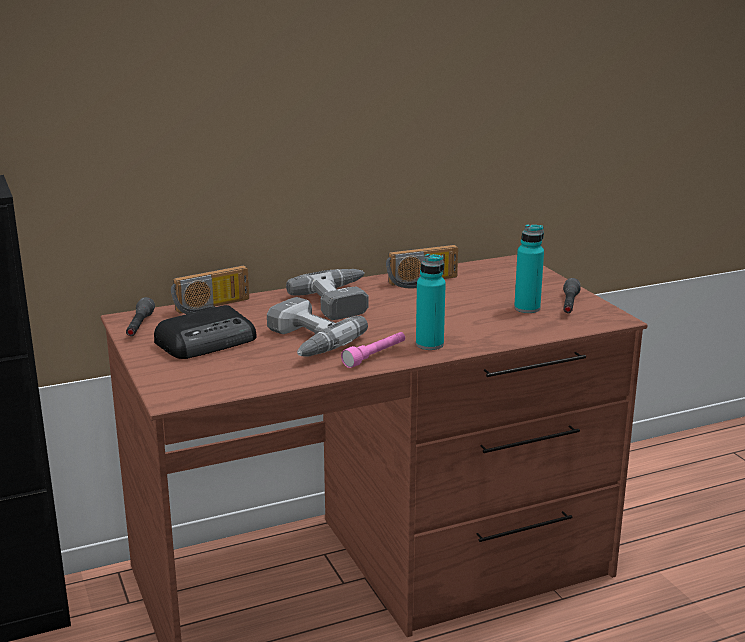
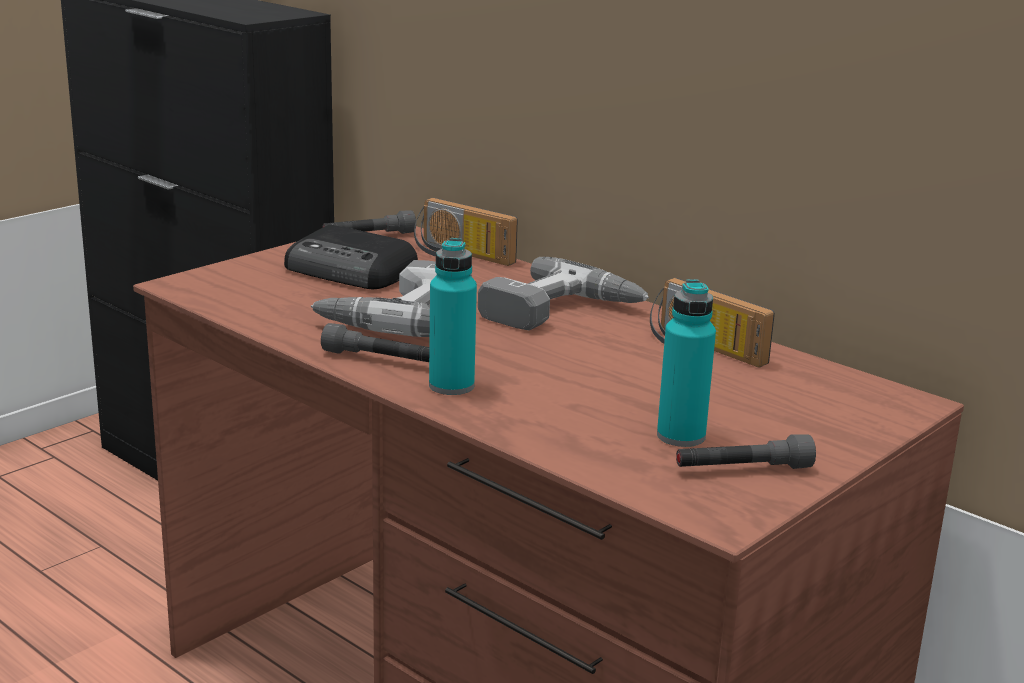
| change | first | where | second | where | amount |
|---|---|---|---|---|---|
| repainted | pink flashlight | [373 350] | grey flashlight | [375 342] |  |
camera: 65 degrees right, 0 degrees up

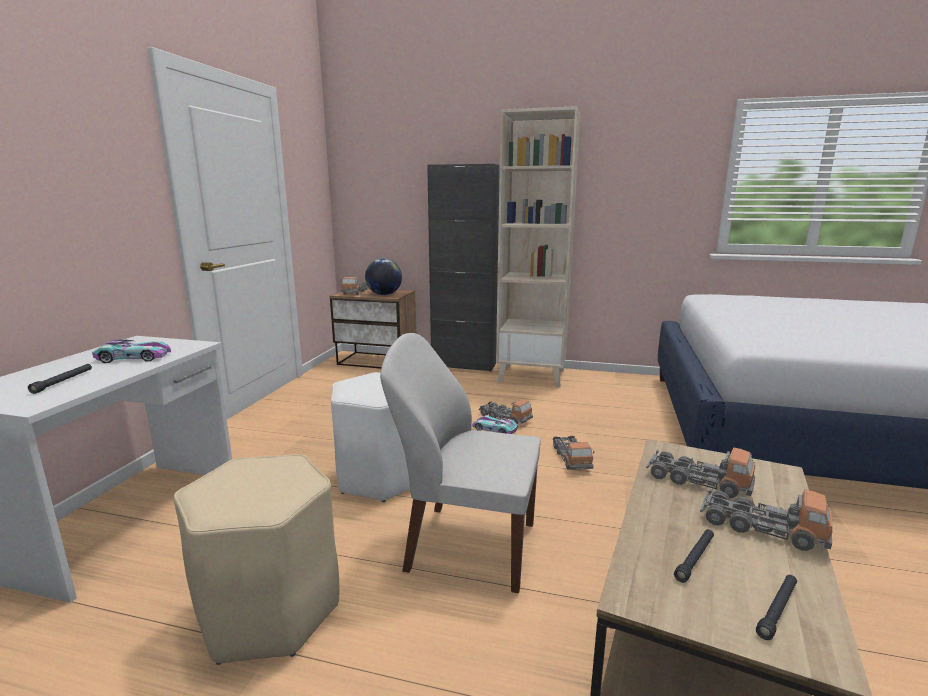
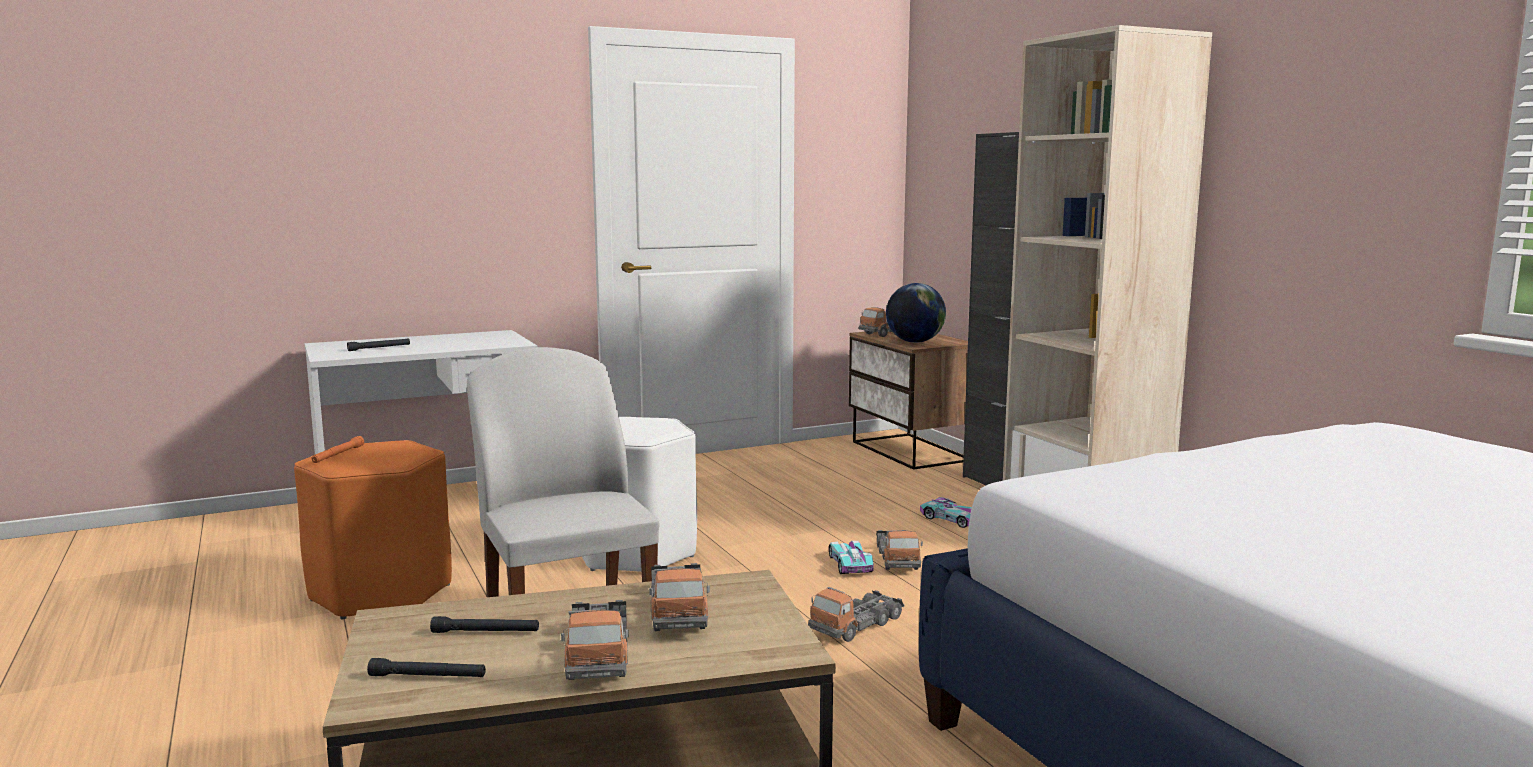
| change | first | where | second | where | amount |
|---|---|---|---|---|---|
| repainted | beige stool | [256 559] | orange stool | [373 529] |  |
| new |  |  | orange flashlight | [338 449] |  |
| shifted | toy car | [131 351] |  | [946 512] |  |
camera: 50 degrees right, 5 degrees down

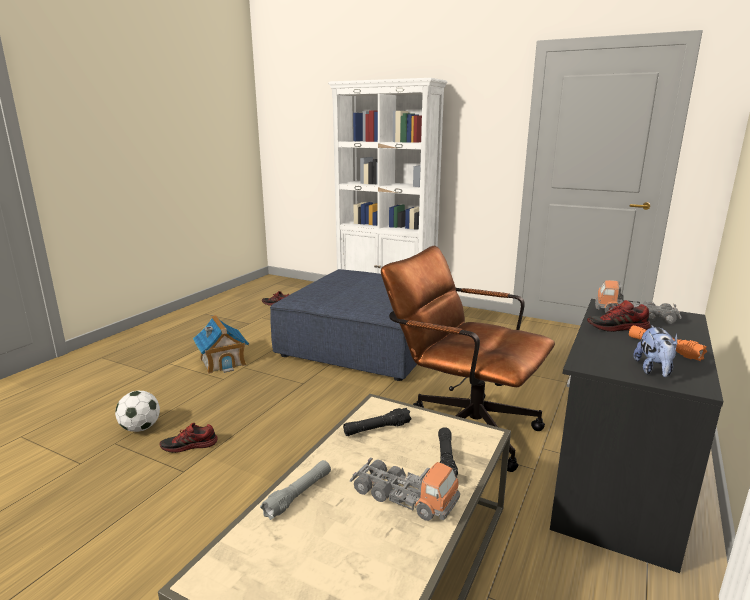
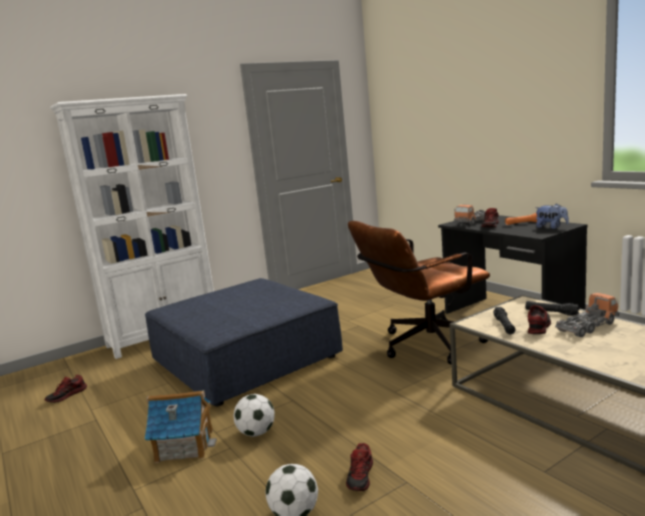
| change | first | where | second | where | amount |
|---|---|---|---|---|---|
| new |  |  | football | [254 415] |  |
| new |  |  | shoe | [539 319] |  |
| gone | grey flashlight | [295 490] |  |  |  |
camera: 60 degrees left, 5 degrees down

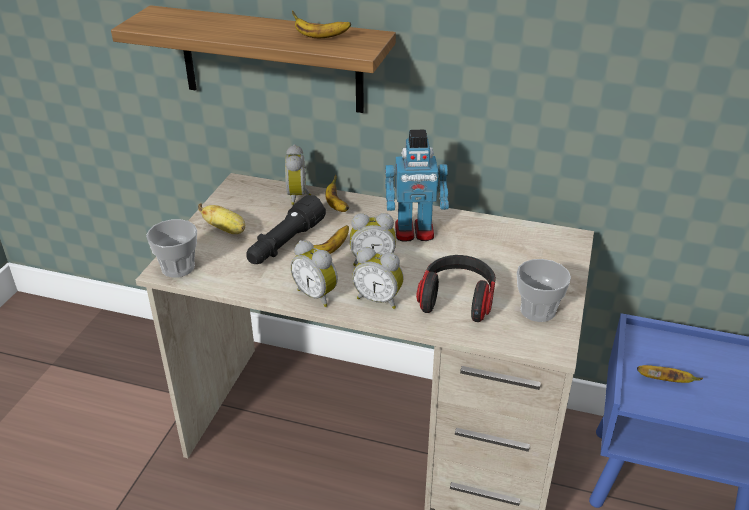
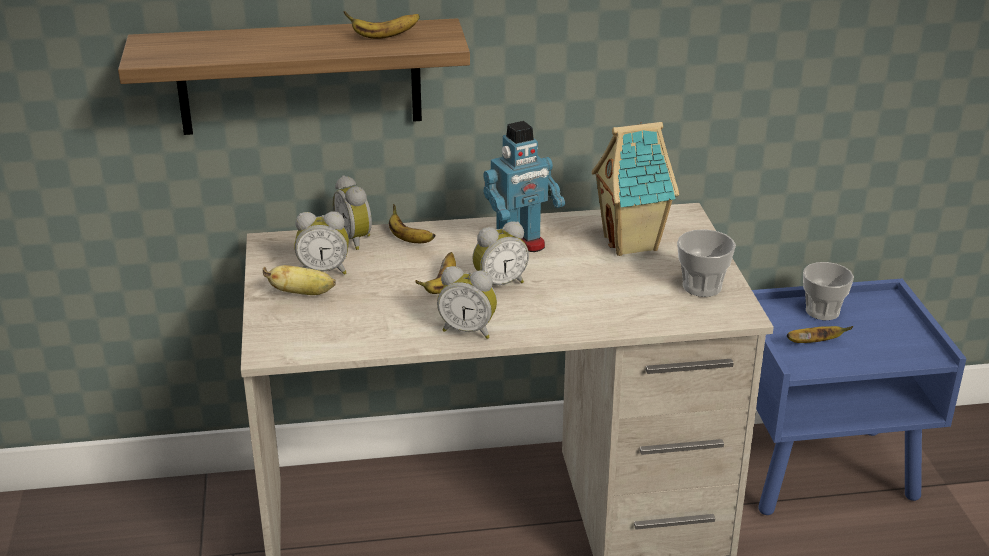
| change | first | where | second | where | amount |
|---|---|---|---|---|---|
| shifted | alarm clock | [378 278] |  | [321 243] |  |
| new |  |  | toy house | [635 189] |  |
| shifted | cup | [171 248] |  | [828 291] |  |
| gone | black flashlight | [286 229] |  |  |  |
| gone | headphones | [456 288] |  |  |  |
camera: 25 degrees left, 5 degrees down

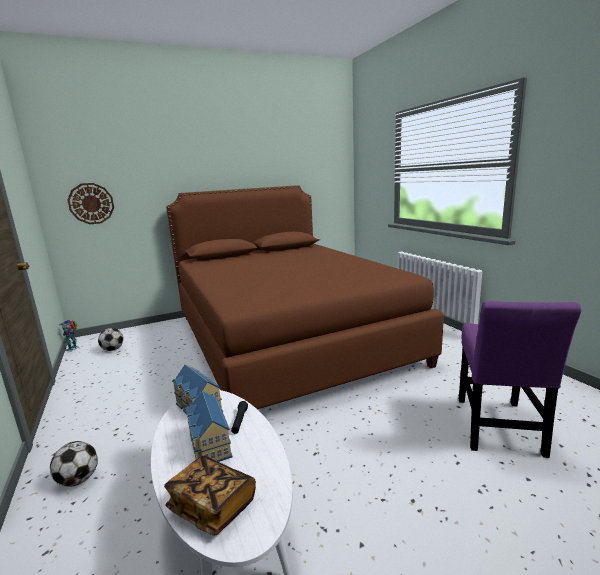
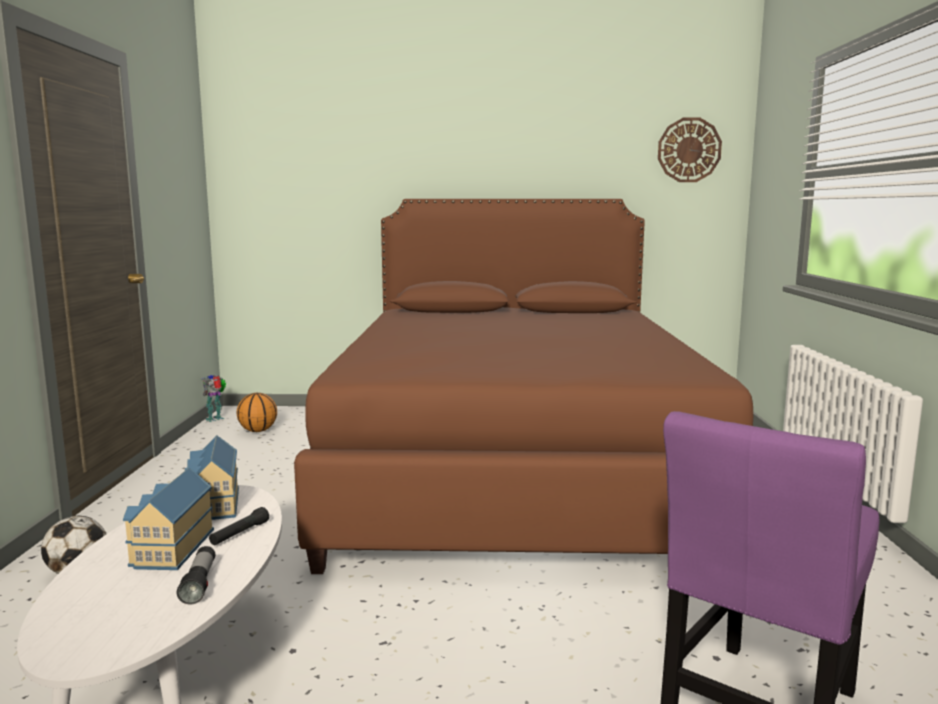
| change | first | where | second | where | amount |
|---|---|---|---|---|---|
| new |  |  | flashlight | [196 575] |  |
| swapped | football | [110 339] | basketball | [257 412] |  |
| shifted | wall clock | [90 203] |  | [690 149] |  |
| gone | book | [210 496] |  |  |  |
camera: 25 degrees right, 5 degrees down

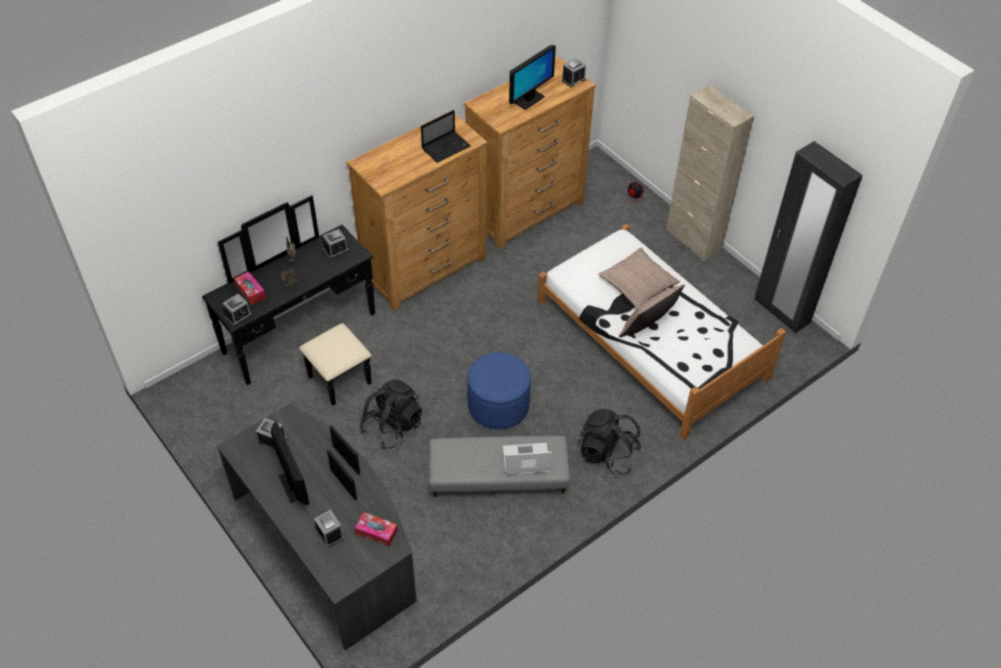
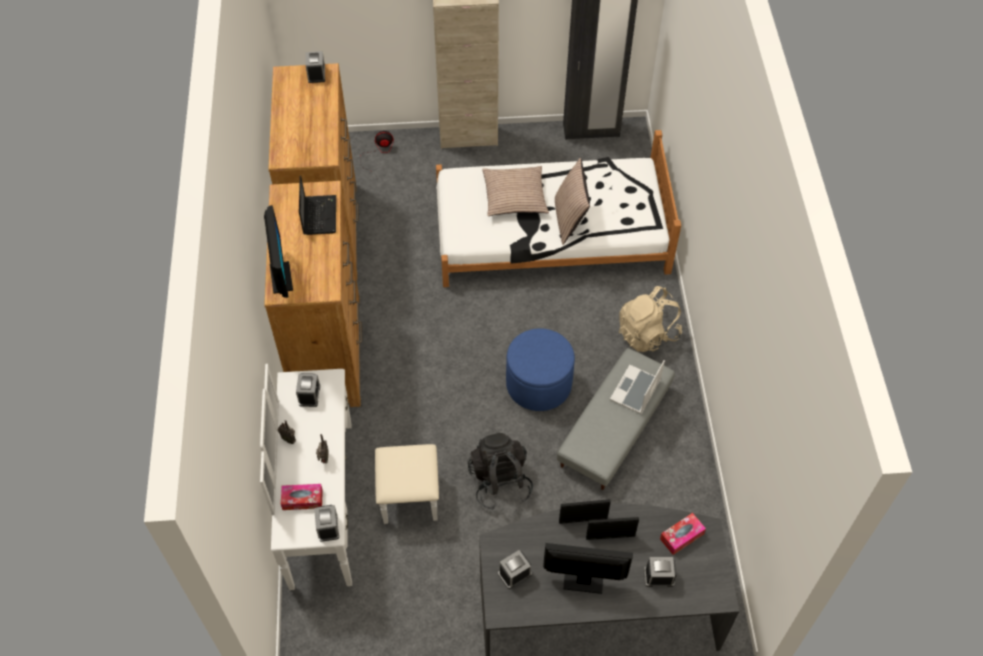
| change | first | where | second | where | amount |
|---|---|---|---|---|---|
| repainted | black dresser | [288 300] | white dresser | [349 477] |  |
| shifted | monitor | [532 77] |  | [278 251] |  |
| repainted | black backpack | [610 442] | beige backpack | [650 319] |  |
camera: 55 degrees left, 5 degrees up

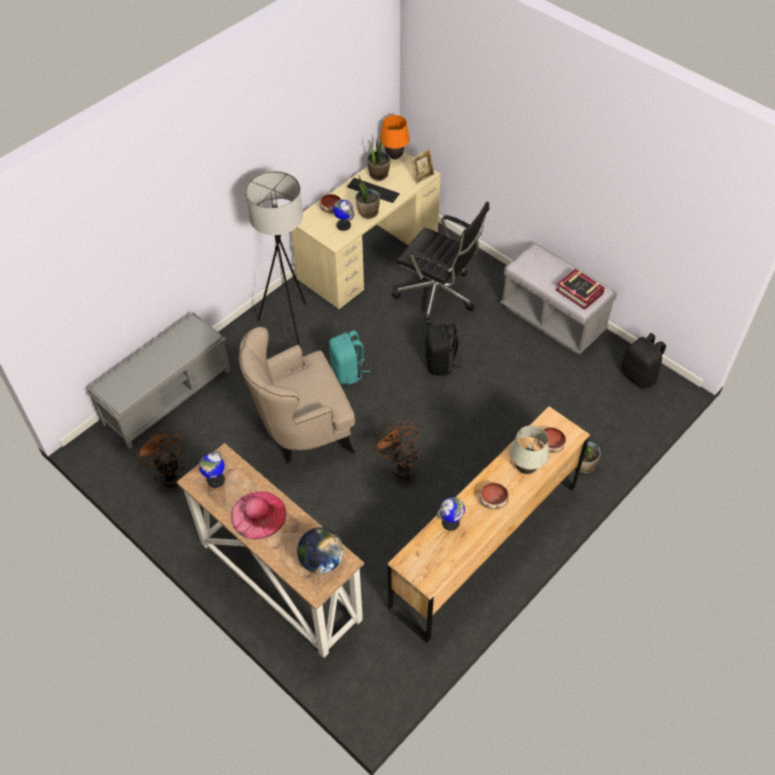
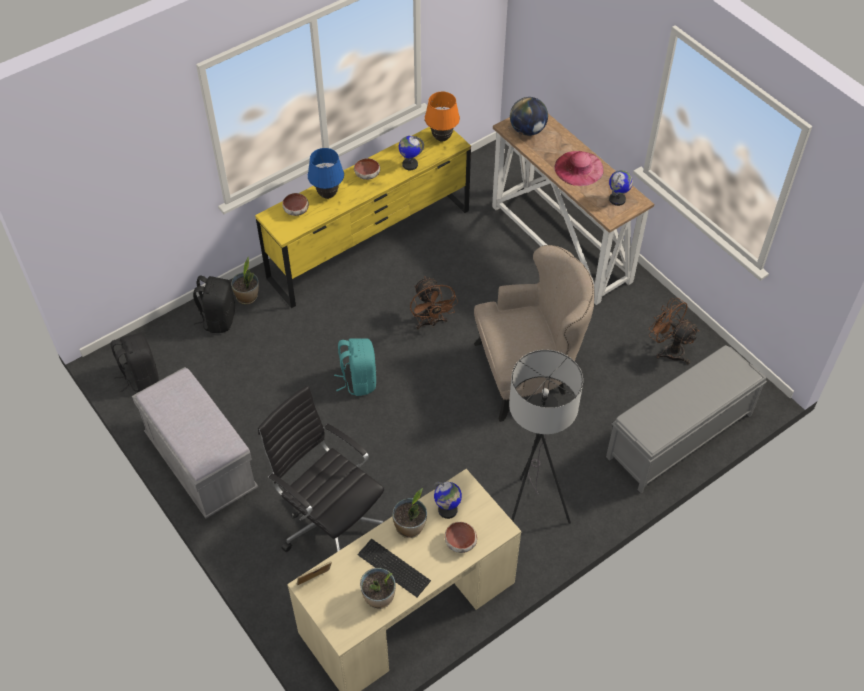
| change | first | where | second | where | amount |
|---|---|---|---|---|---|
| shifted | black backpack | [443 350] |  | [214 304] |  |
| repainted | brown dresser | [489 524] | yellow dresser | [363 217] |  |
| repainted | white table lamp | [529 449] | blue table lamp | [326 173] |  |
| shifted | turquoise backpack | [349 357] |  | [355 367] |  |
| shifted | orange table lamp | [395 137] |  | [442 117] |  |
| rotated | brown fan | [160 461] |  | [674 331] | 150 degrees clockwise |
| gone | book | [580 289] |  |  |  |
camera: 170 degrees left, 0 degrees up

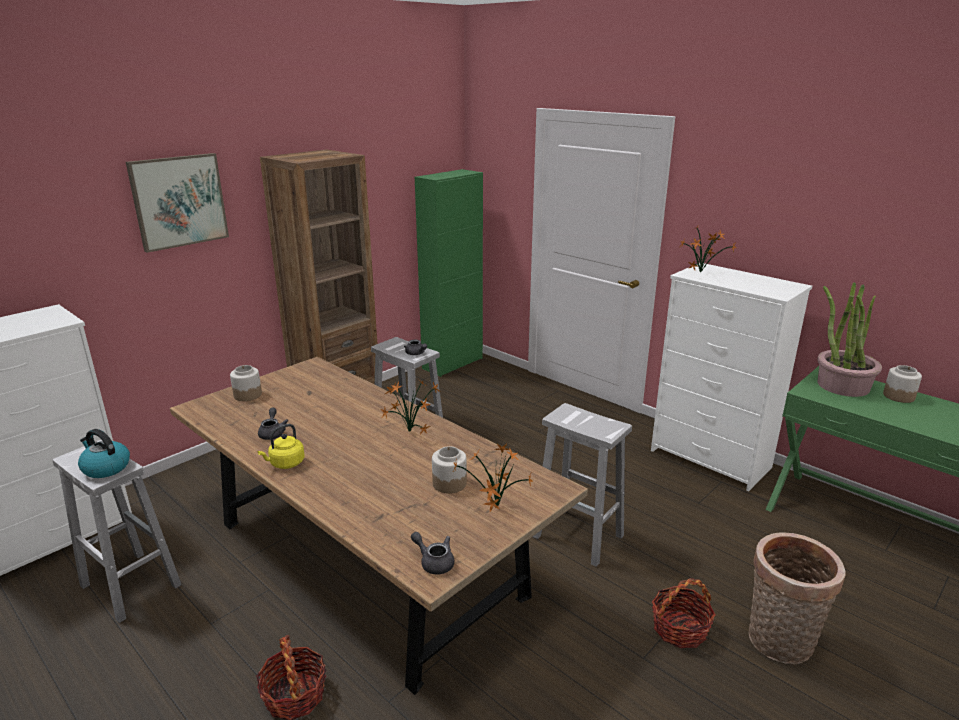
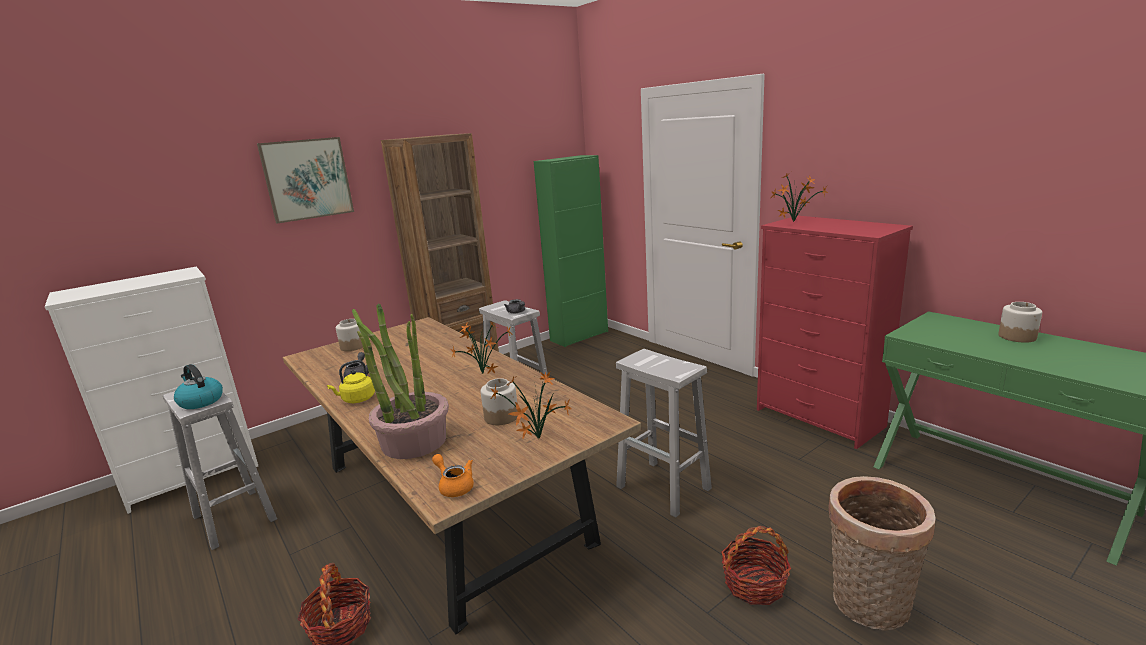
| change | first | where | second | where | amount |
|---|---|---|---|---|---|
| shifted | potted plant | [849 339] |  | [400 381] |  |
| repainted | grey teapot | [432 553] | orange teapot | [453 475] |  |
| repainted | white dresser | [731 377] | red dresser | [835 332] |  |
camera: 10 degrees right, 5 degrees down

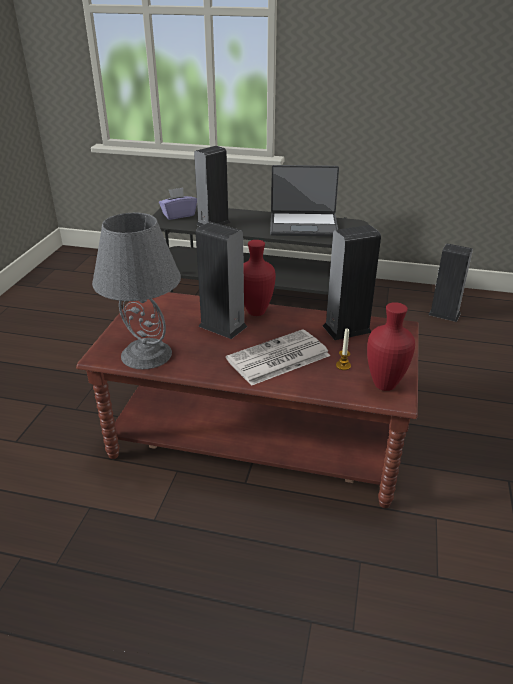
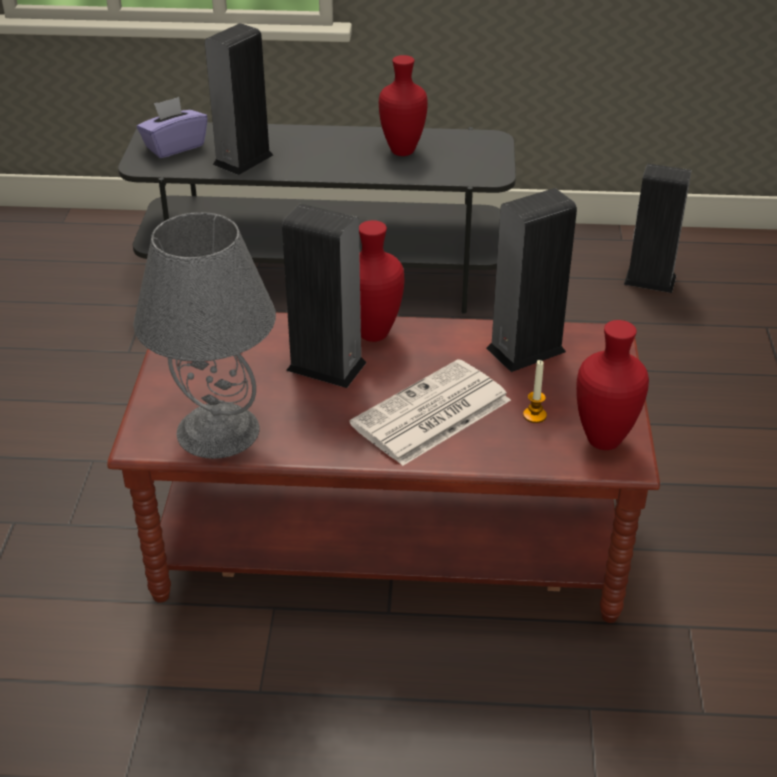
| change | first | where | second | where | amount |
|---|---|---|---|---|---|
| swapped | laptop | [304 201] | red vase | [403 105] |  |
camera: 10 degrees left, 5 degrees up

